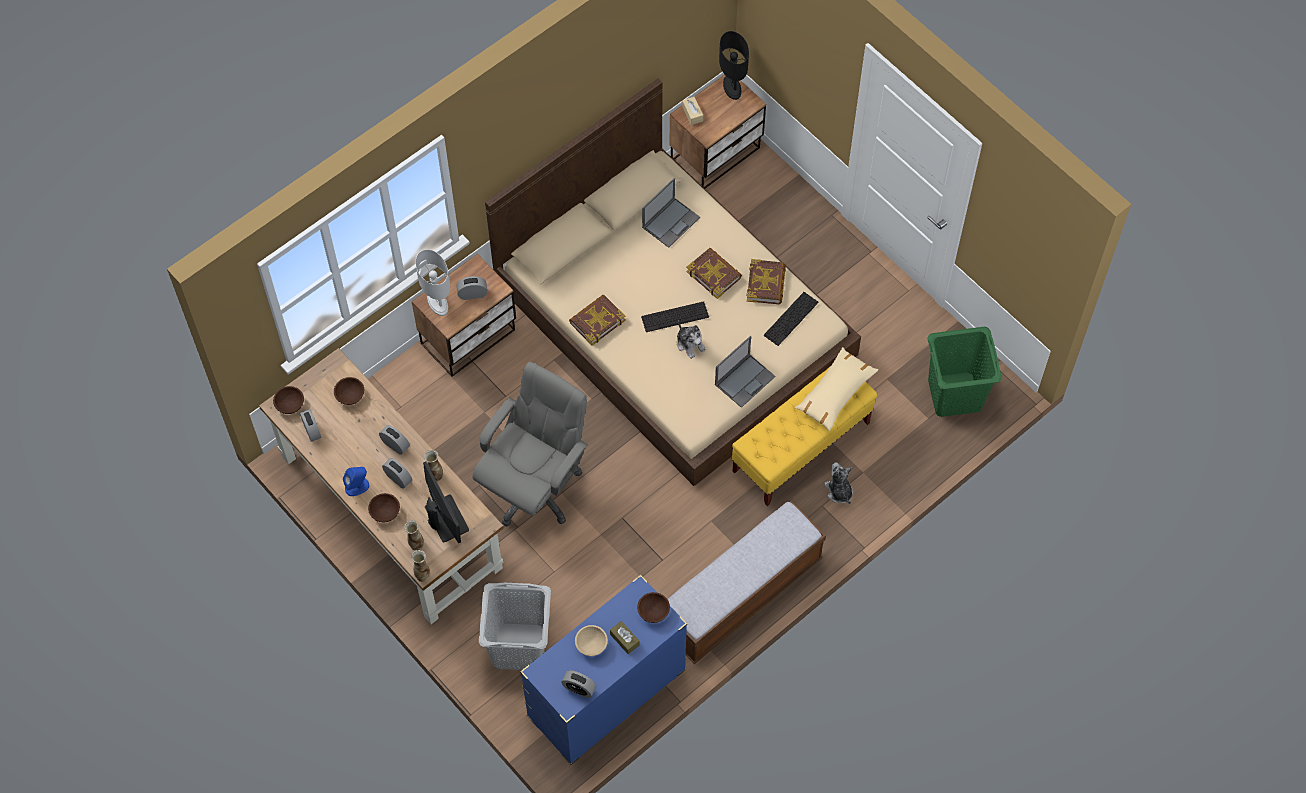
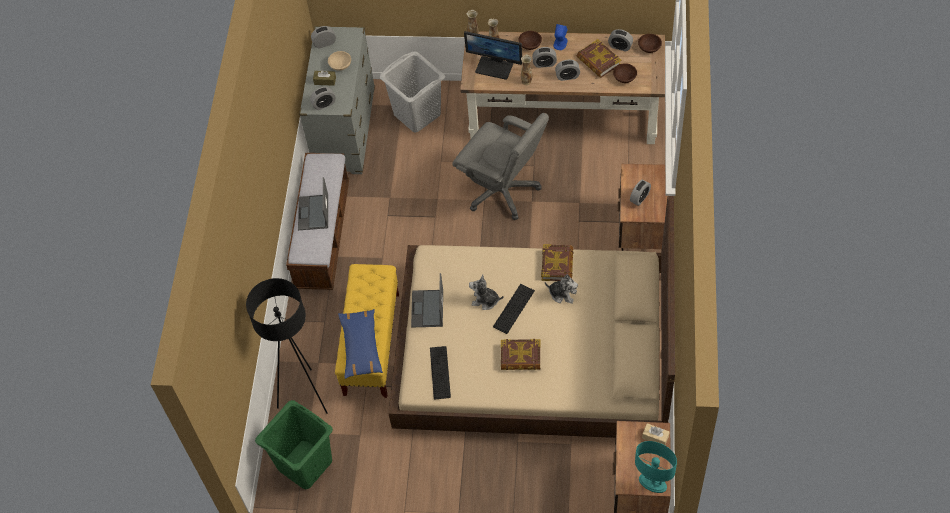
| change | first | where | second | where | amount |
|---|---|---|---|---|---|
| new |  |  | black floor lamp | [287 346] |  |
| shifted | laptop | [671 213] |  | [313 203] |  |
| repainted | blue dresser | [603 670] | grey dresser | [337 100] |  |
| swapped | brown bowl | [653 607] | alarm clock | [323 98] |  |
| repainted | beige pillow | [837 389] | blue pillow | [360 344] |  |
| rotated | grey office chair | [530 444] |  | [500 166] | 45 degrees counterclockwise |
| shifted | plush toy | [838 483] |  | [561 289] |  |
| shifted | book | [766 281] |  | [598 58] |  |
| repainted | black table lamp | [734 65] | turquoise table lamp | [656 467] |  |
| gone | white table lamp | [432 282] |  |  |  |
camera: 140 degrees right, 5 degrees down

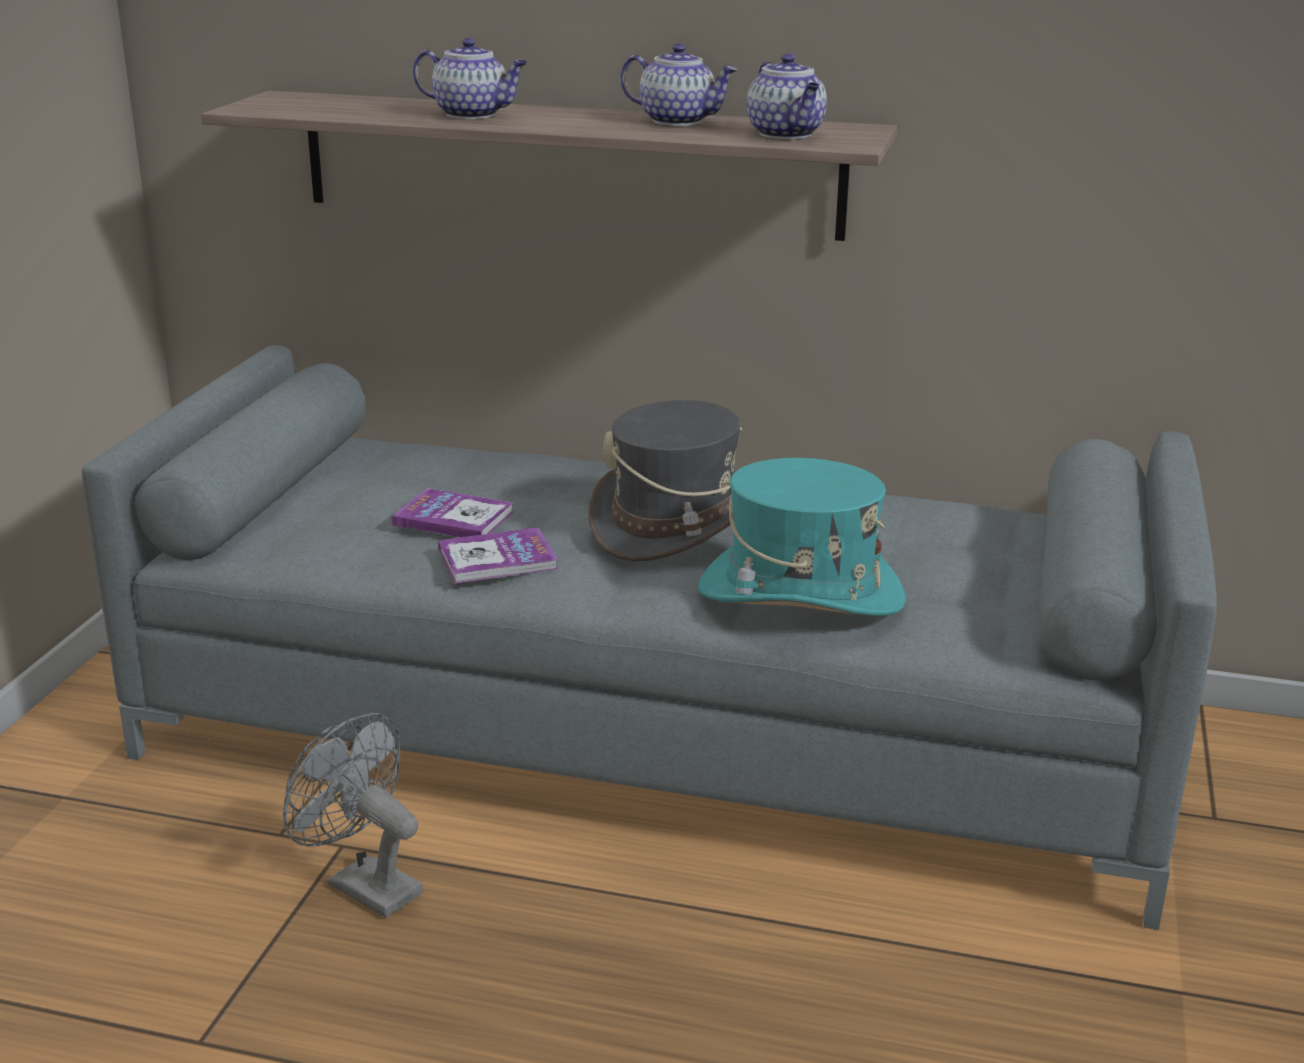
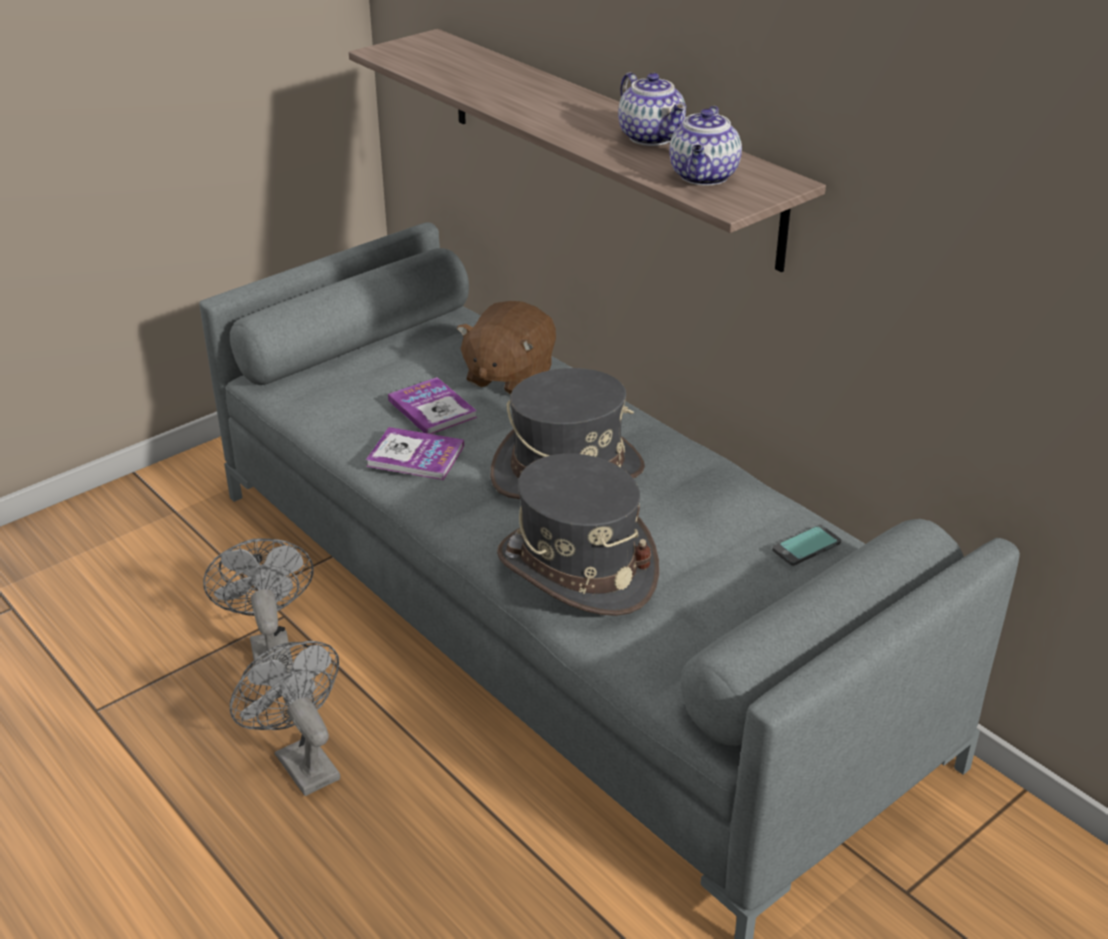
| change | first | where | second | where | amount |
|---|---|---|---|---|---|
| new |  |  | grey fan | [285 718] |  |
| new |  |  | brown plush toy | [506 348] |  |
| repainted | turquoise hat | [802 537] | grey hat | [578 535] |  |
| new |  |  | phone | [806 545] |  |
| gone | teapot | [470 78] |  |  |  |
camera: 35 degrees right, 10 degrees up

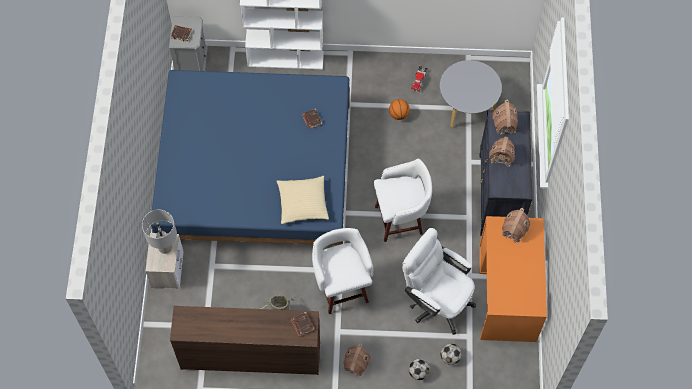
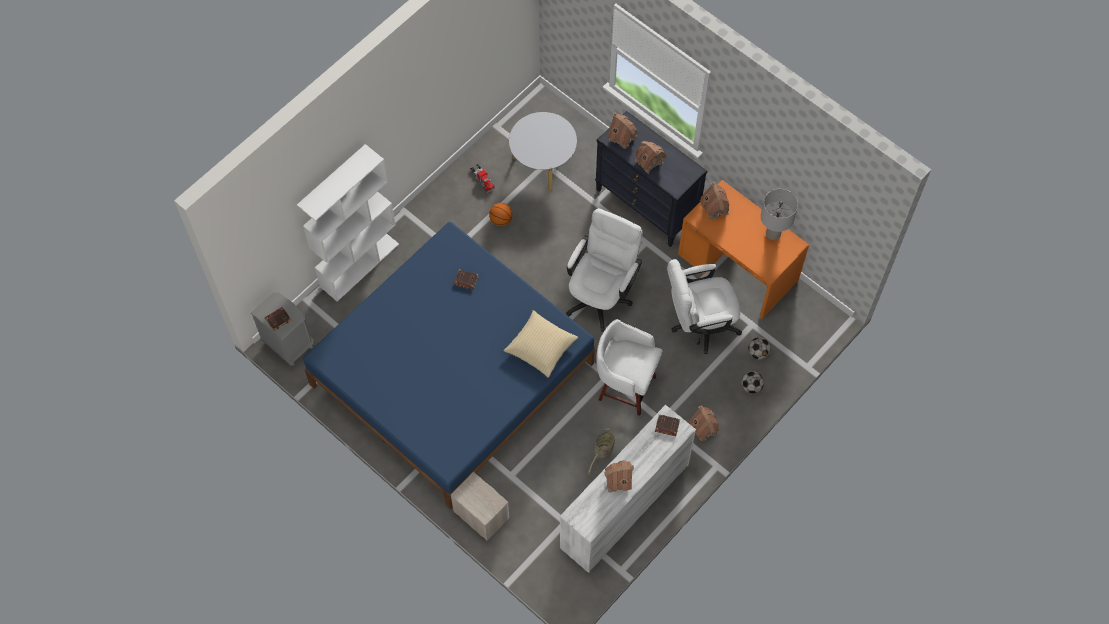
| change | first | where | second | where | amount |
|---|---|---|---|---|---|
| repainted | brown dresser | [245 340] | white dresser | [628 489] |  |
| swapped | white stool | [403 200] | white office chair | [604 270] |  |
| new |  |  | toy house | [619 476] |  |
| shifted | grey table lamp | [159 232] |  | [779 214] |  |
camera: 50 degrees left, 0 degrees up

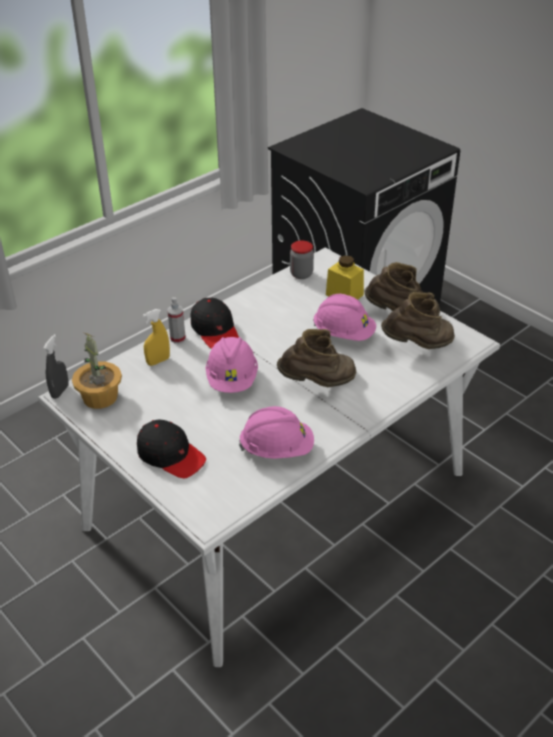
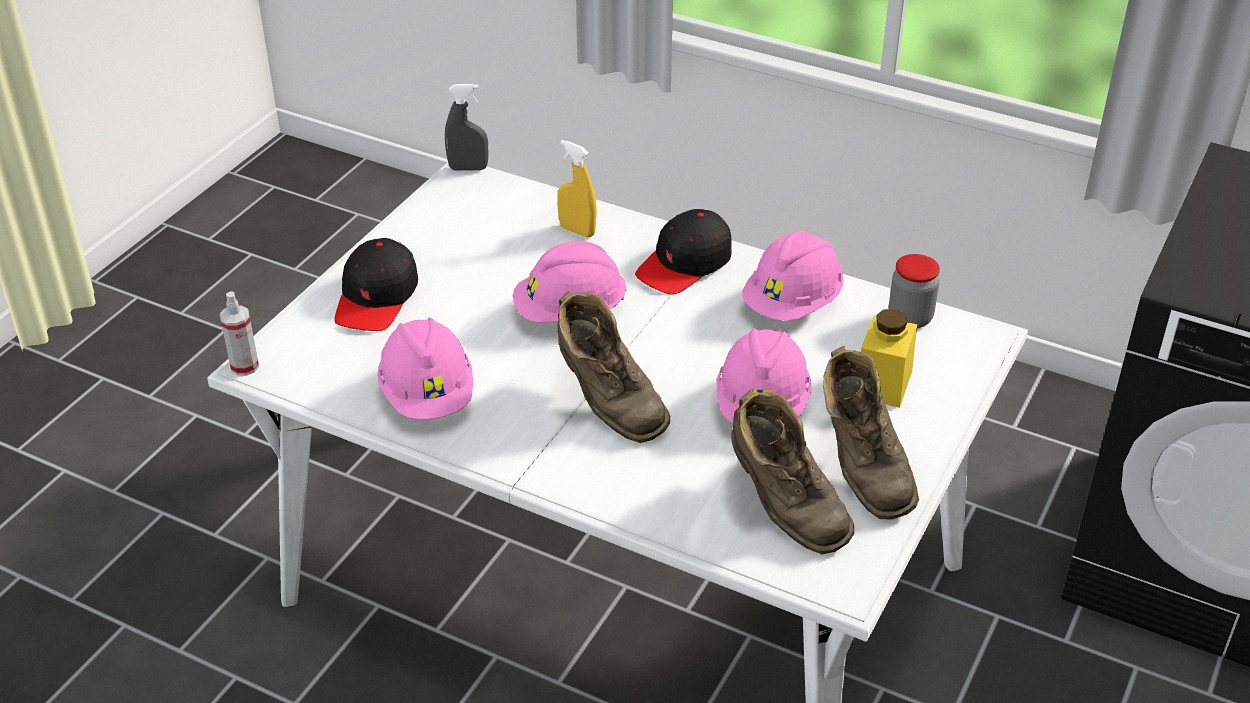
| change | first | where | second | where | amount |
|---|---|---|---|---|---|
| shifted | spray bottle | [176 320] |  | [239 333] |  |
| new |  |  | pink hard hat | [793 275] |  |
| gone | potted plant | [97 370] |  |  |  |
camera: 70 degrees right, 0 degrees up

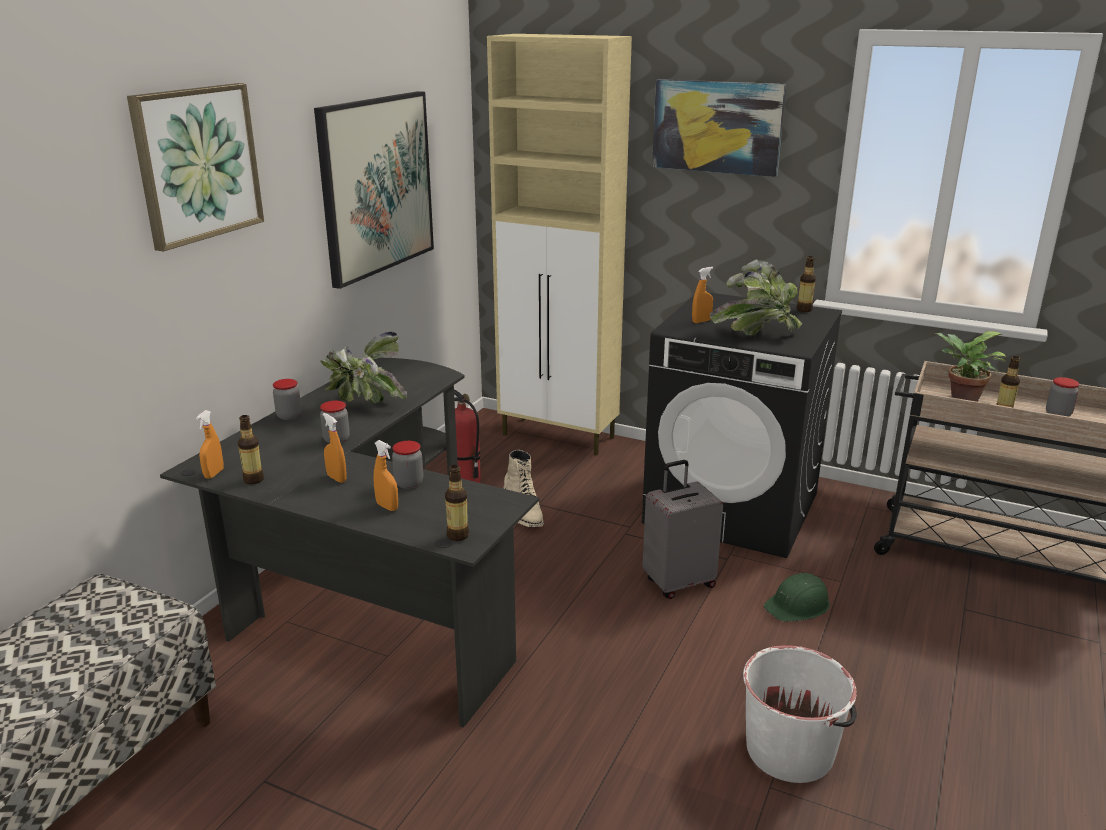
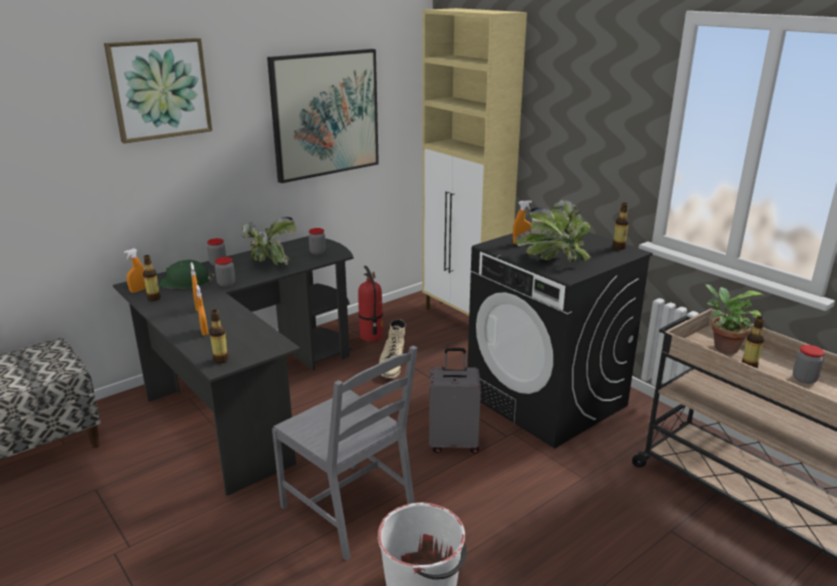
| change | first | where | second | where | amount |
|---|---|---|---|---|---|
| shifted | green hard hat | [797 597] |  | [186 274] |  |
| new |  |  | grey chair | [345 453] |  |
| shifted | jar | [407 465] |  | [317 241] |  |
| gone | picture | [719 128] |  |  |  |
camera: 25 degrees right, 0 degrees up

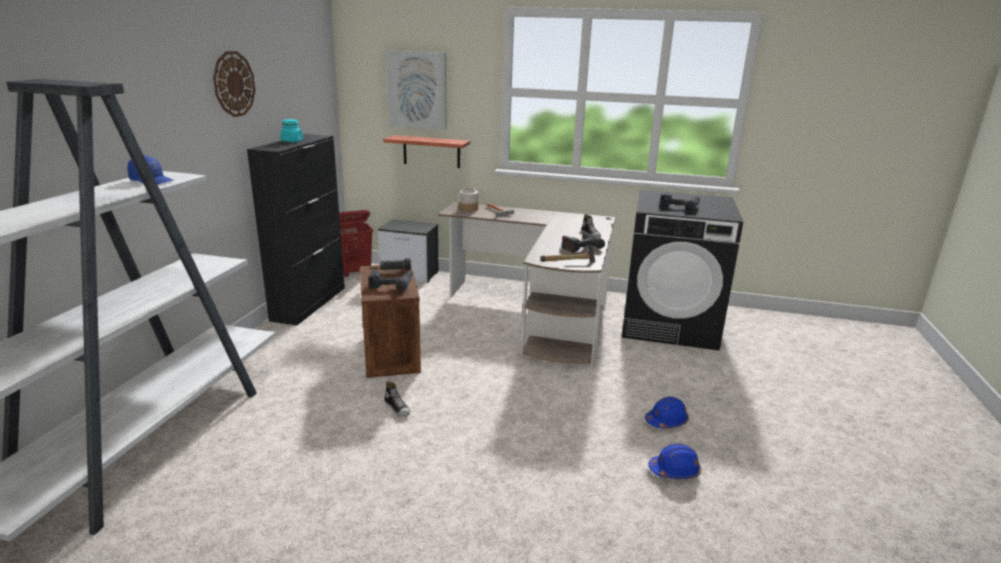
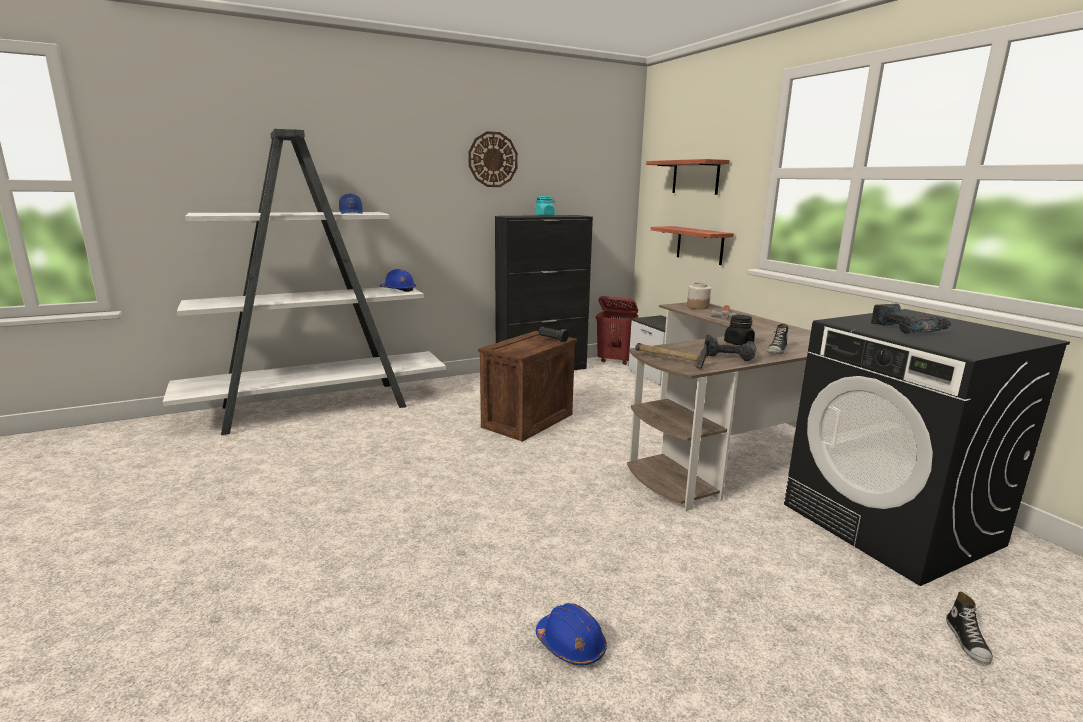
| change | first | where | second | where | amount |
|---|---|---|---|---|---|
| shifted | blue hard hat | [667 412] |  | [398 280] |  |
| swapped | picture | [416 90] | shelf | [688 177] |  |
| new |  |  | black jar | [739 330] |  |
| shifted | shoe | [397 399] |  | [969 628] |  |
| gone | power drill | [390 280] |  |  |  |
camera: 50 degrees right, 5 degrees down

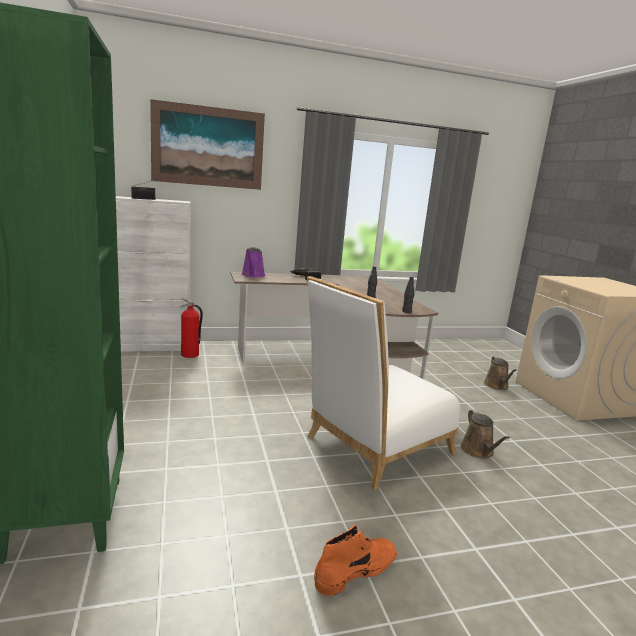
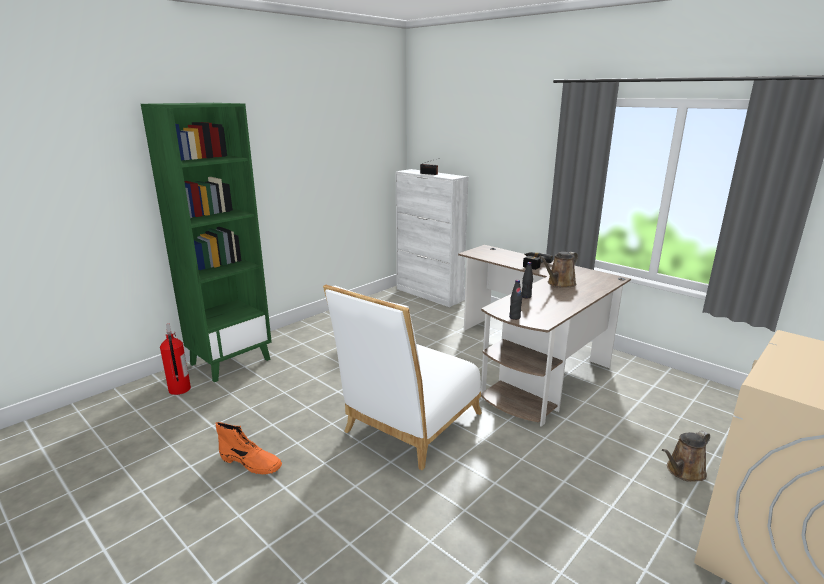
| change | first | where | second | where | amount |
|---|---|---|---|---|---|
| shifted | fire extinguisher | [191 328] |  | [175 359] |  |
| rotated | white chair | [383 383] |  | [402 377] | 75 degrees counterclockwise |
| shifted | brown watering can | [485 434] |  | [558 270] |  |
| gone | picture | [207 144] |  |  |  |
| gone | purple watering can | [253 262] |  |  |  |
camera: 60 degrees right, 5 degrees up

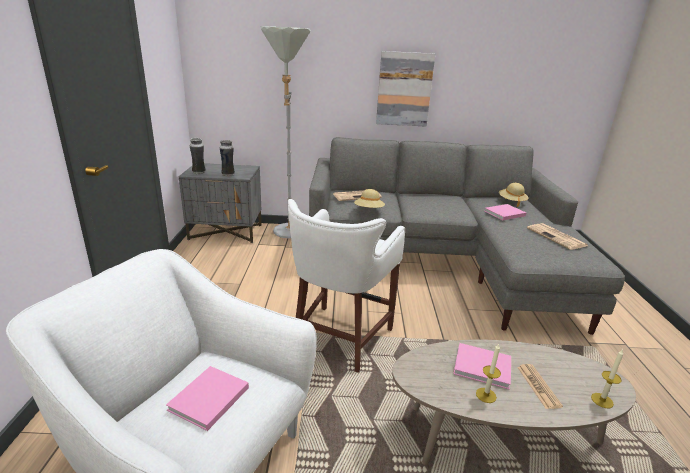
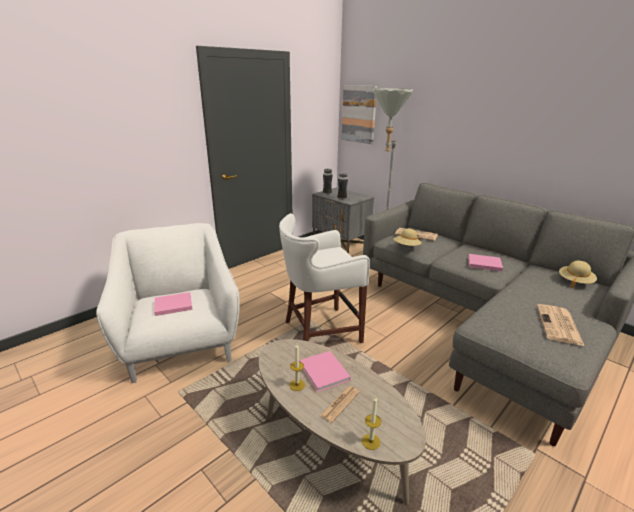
| change | first | where | second | where | amount |
|---|---|---|---|---|---|
| shifted | picture | [405 89] |  | [359 114] |  |
| shifted | pink book | [505 212] |  | [485 262] |  |
camera: 45 degrees right, 0 degrees up

